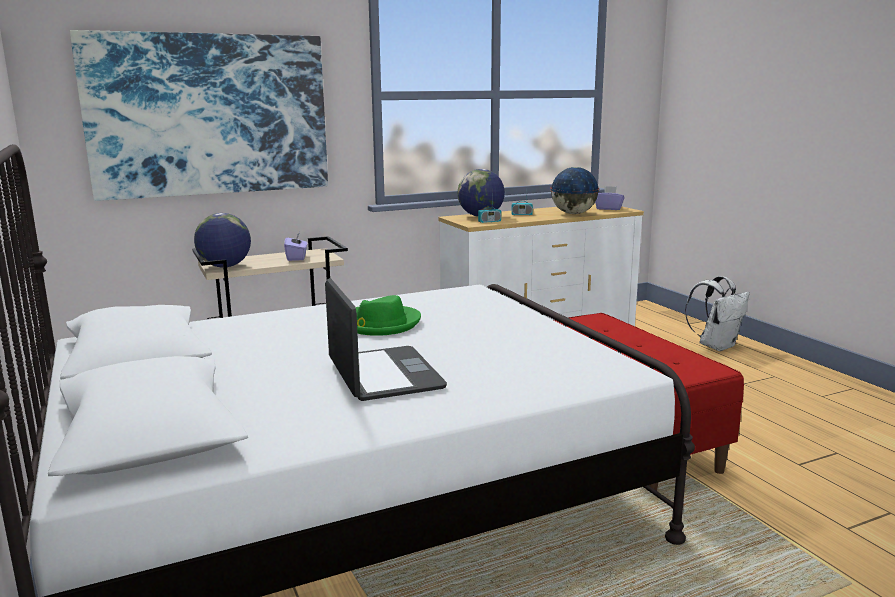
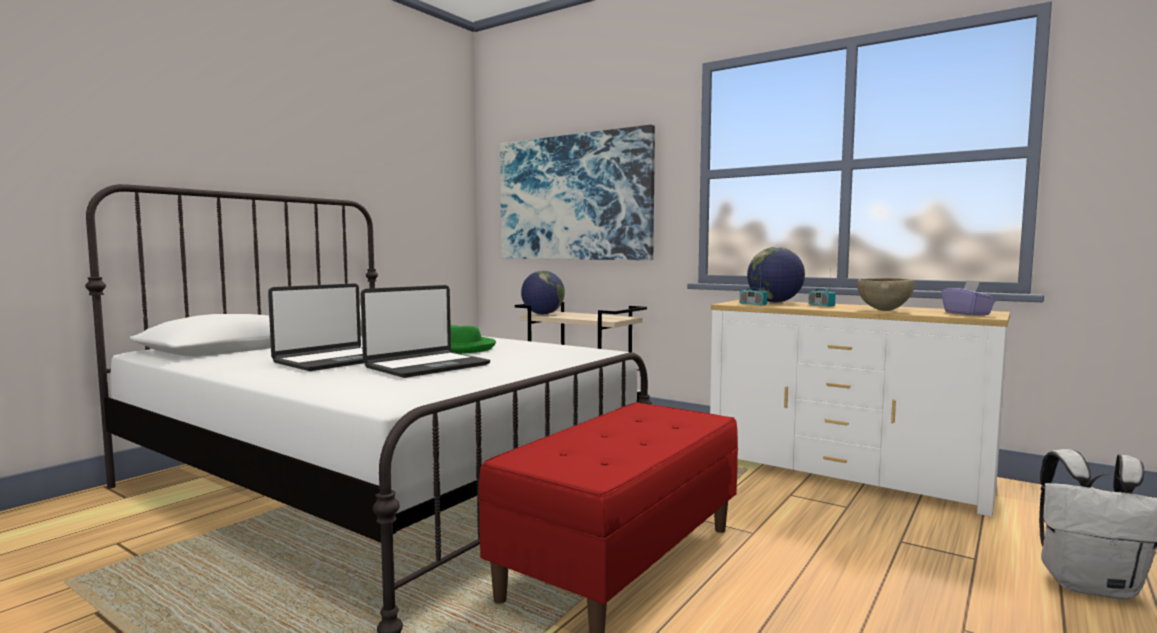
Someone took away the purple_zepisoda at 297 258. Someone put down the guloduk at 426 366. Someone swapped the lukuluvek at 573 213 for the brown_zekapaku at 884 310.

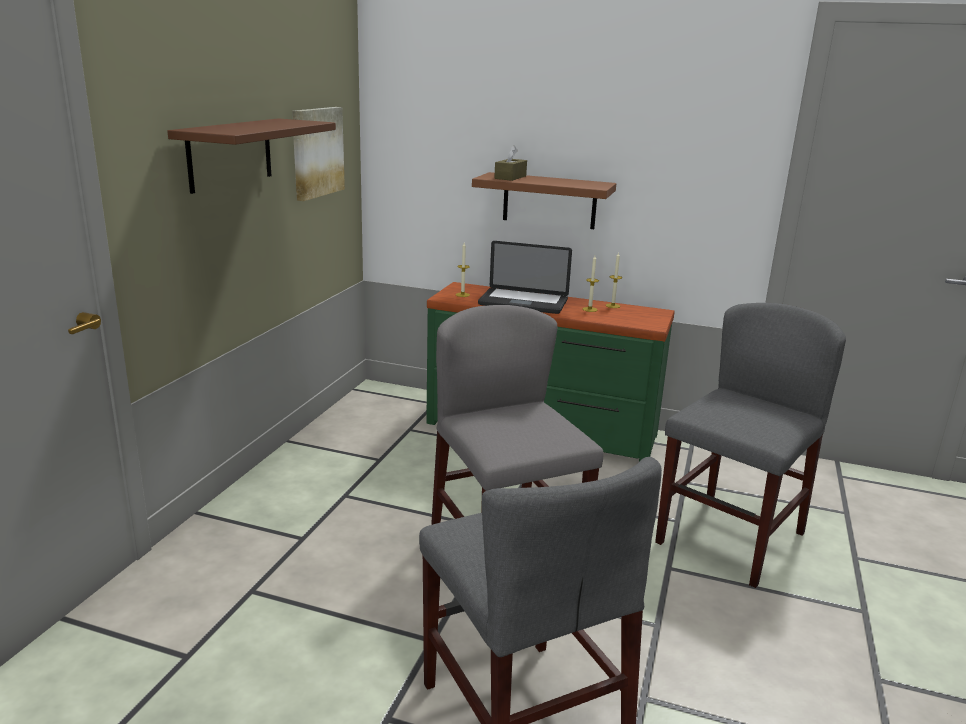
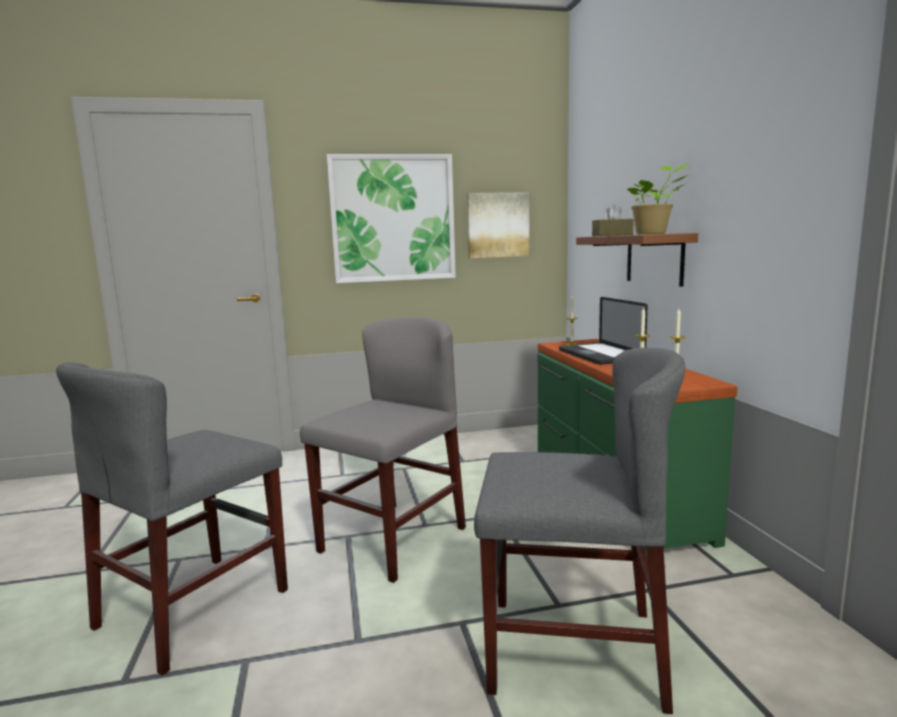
Someone put down the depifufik at 653 233. Someone swapped the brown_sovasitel at 230 154 for the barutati at 393 218.

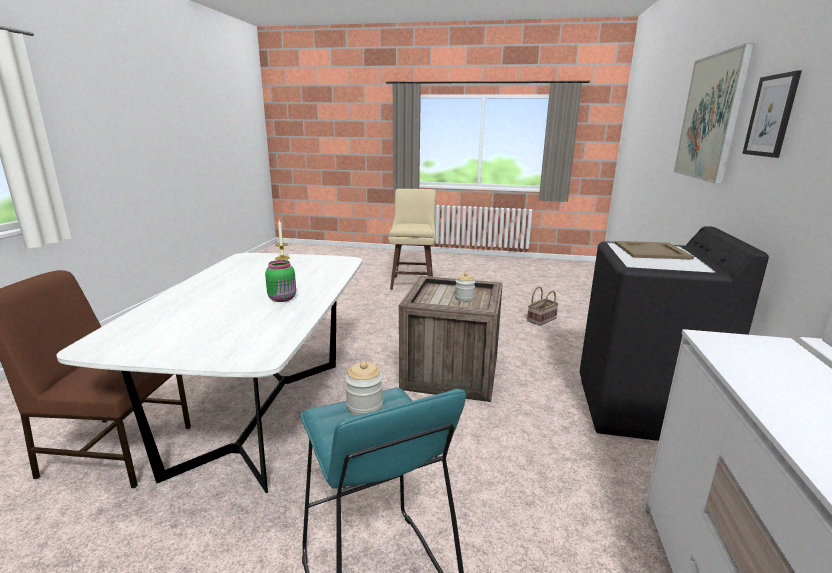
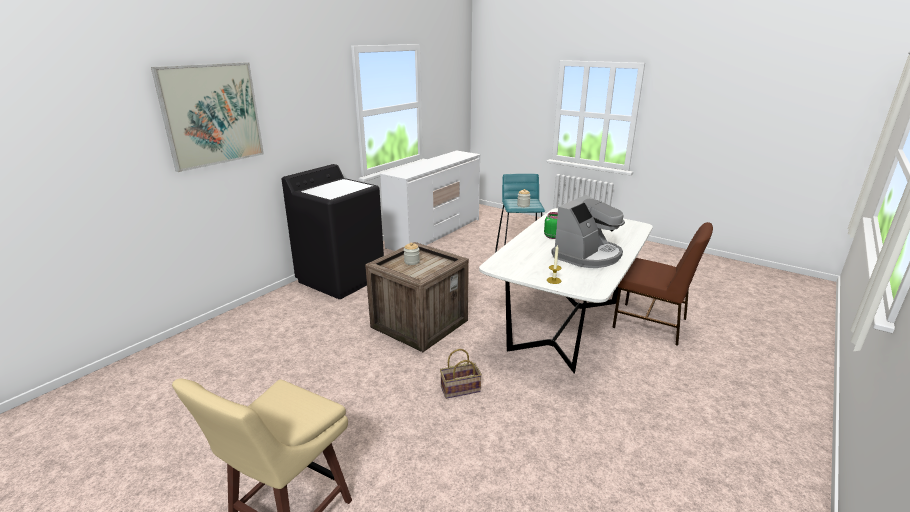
Someone took away the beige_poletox at 651 251. Someone took away the barutati at 771 116. Someone put down the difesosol at 587 255. Someone carried the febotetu from 541 319 to 459 390.

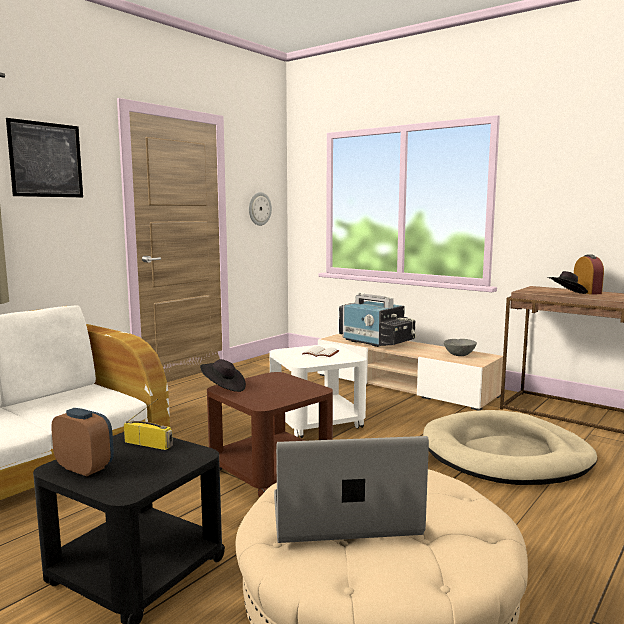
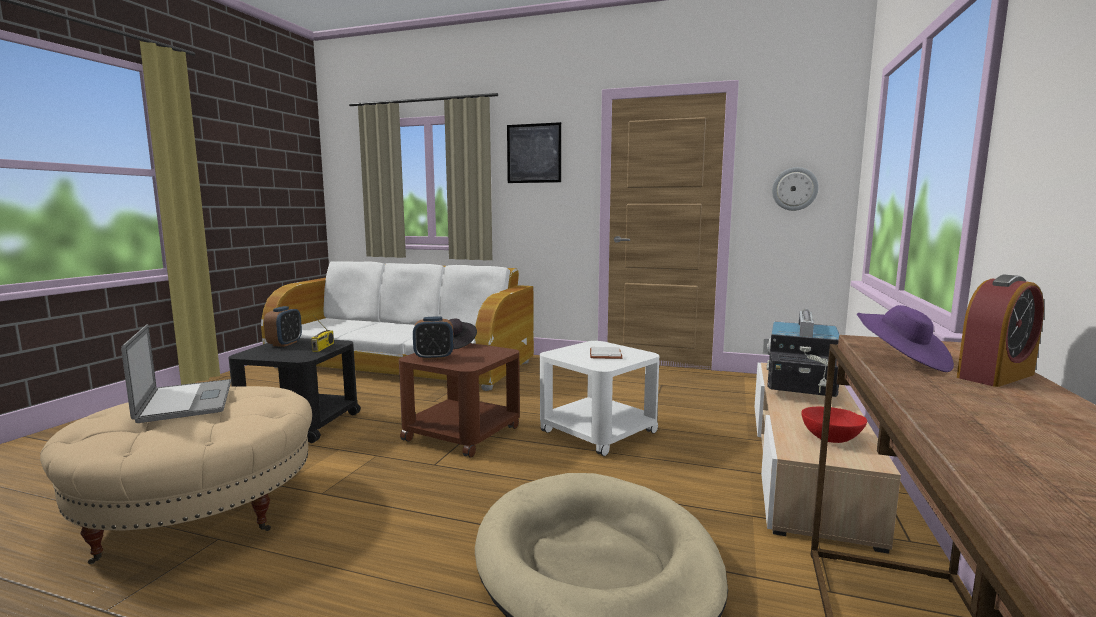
Someone put down the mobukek at 434 357. Someone repainted the grey_zekapaku at 459 354, which became the red_zekapaku at 831 438. Someone repainted the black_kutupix at 566 294, which became the purple_kutupix at 901 361.

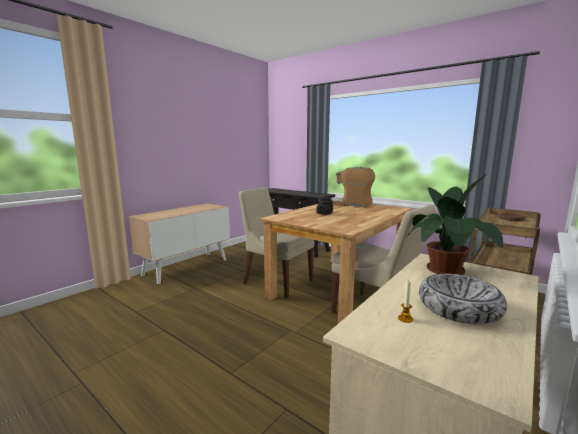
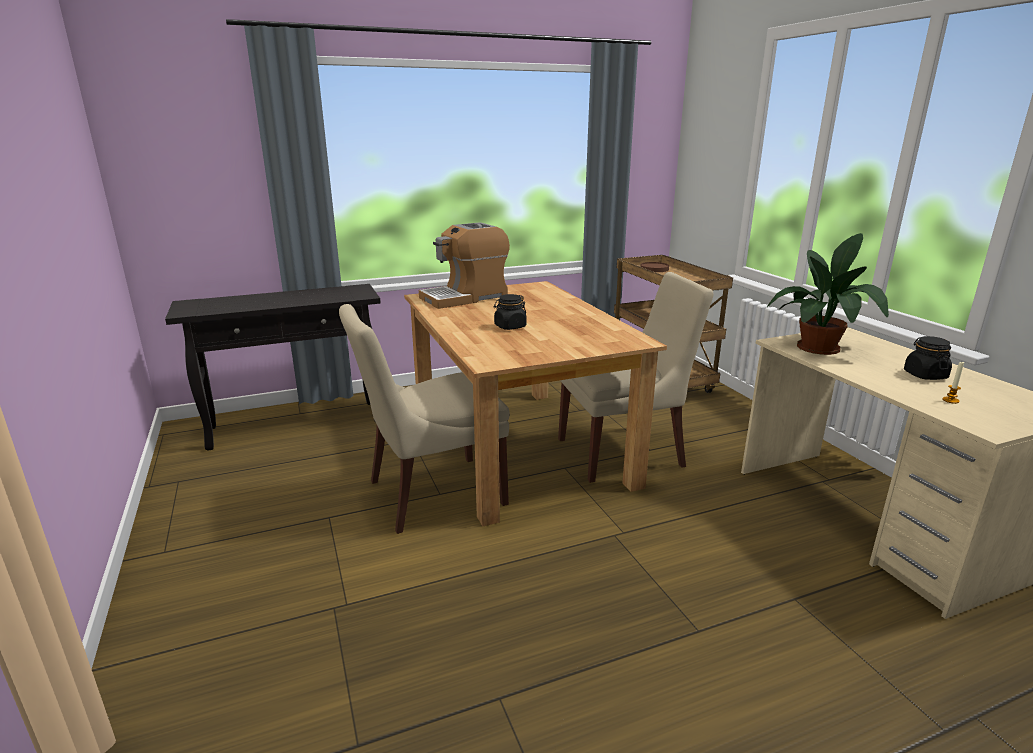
Someone took away the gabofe at 186 267. Someone swapped the zekapaku at 459 308 for the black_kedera at 924 375.

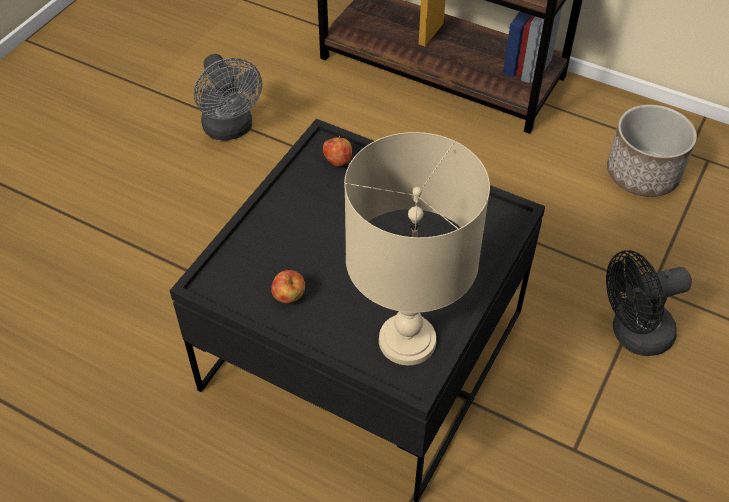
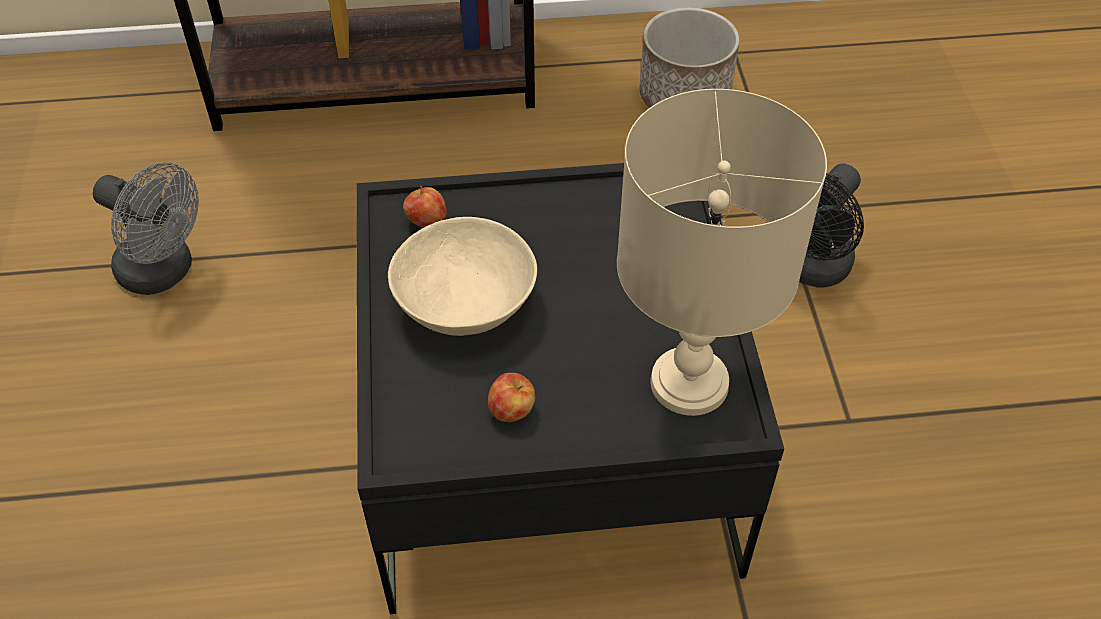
Someone put down the beige_zekapaku at 466 305.

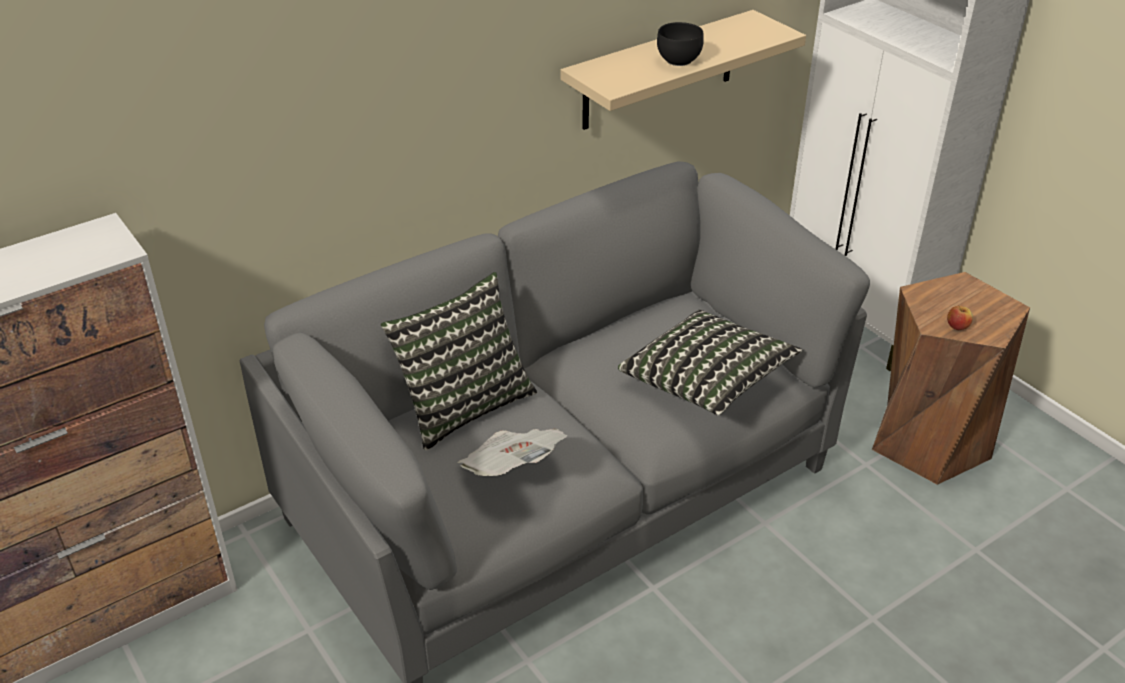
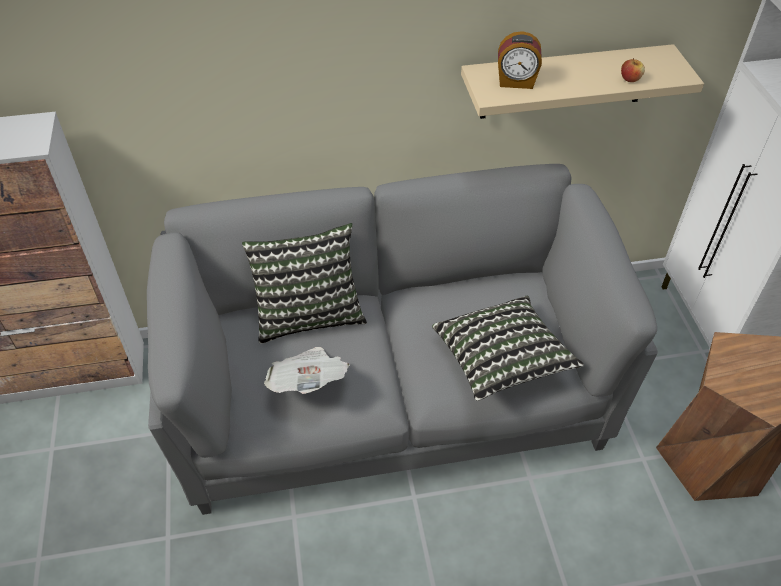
Someone took away the black_zekapaku at 679 60. Someone put down the mobukek at 516 82. Someone carried the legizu from 957 326 to 630 79.

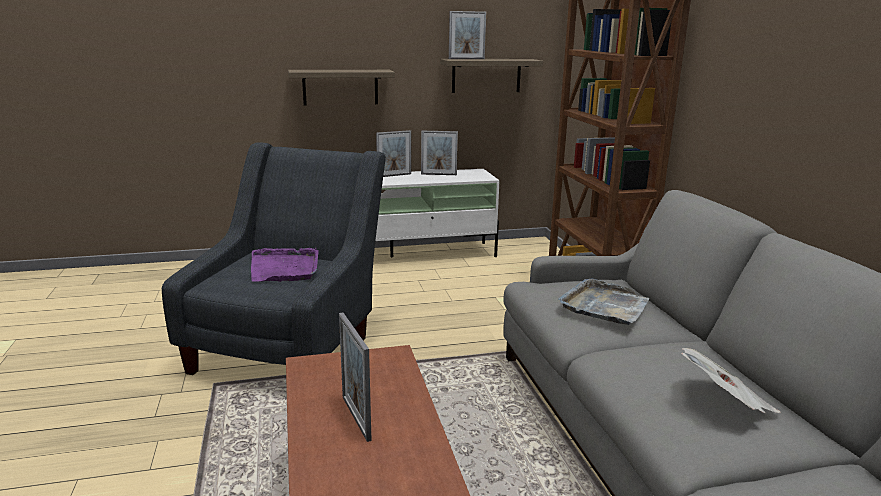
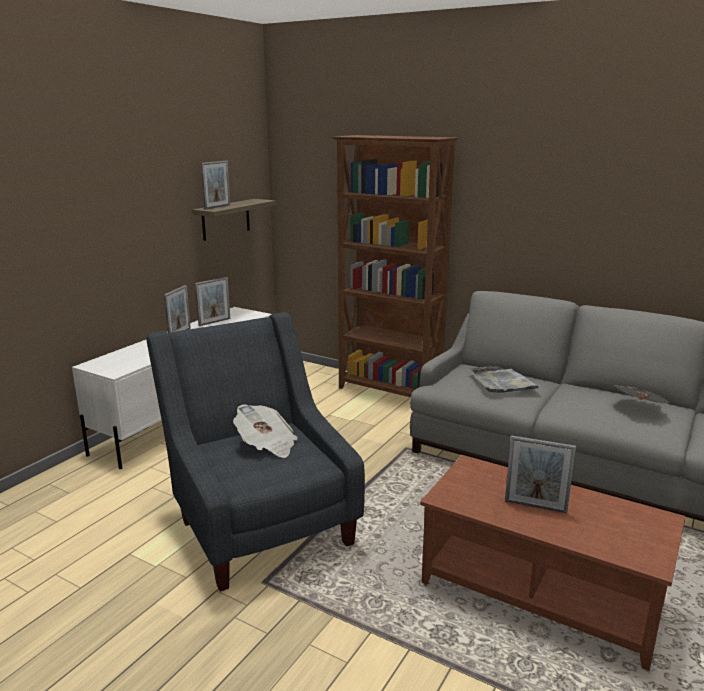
Someone took away the sovasitel at 340 87. Someone swapped the purple_poletox at 284 268 for the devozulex at 267 445.

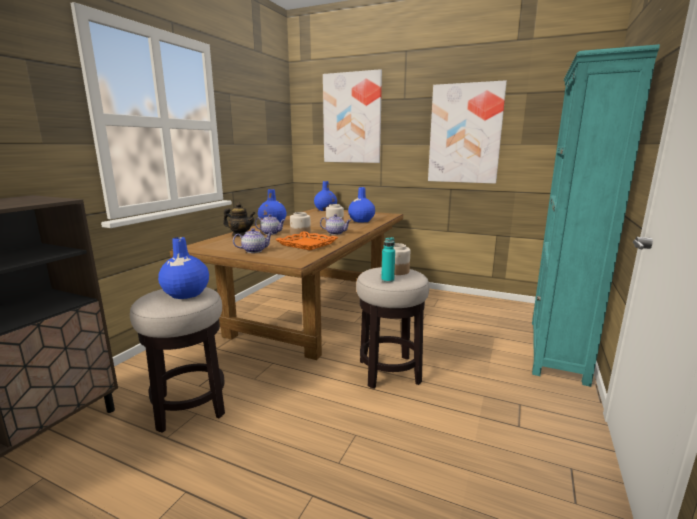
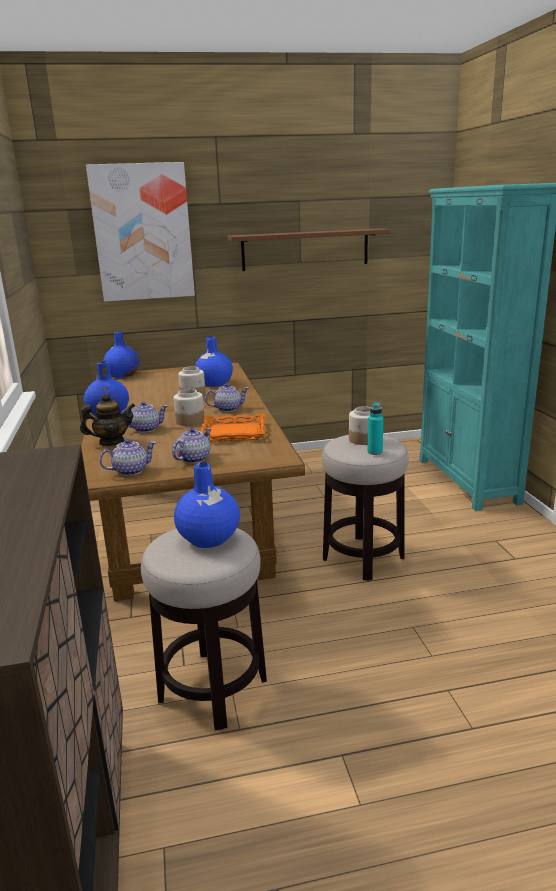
Someone put down the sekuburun at 131 470. Someone swapped the barutati at 465 134 for the brown_sovasitel at 305 249.

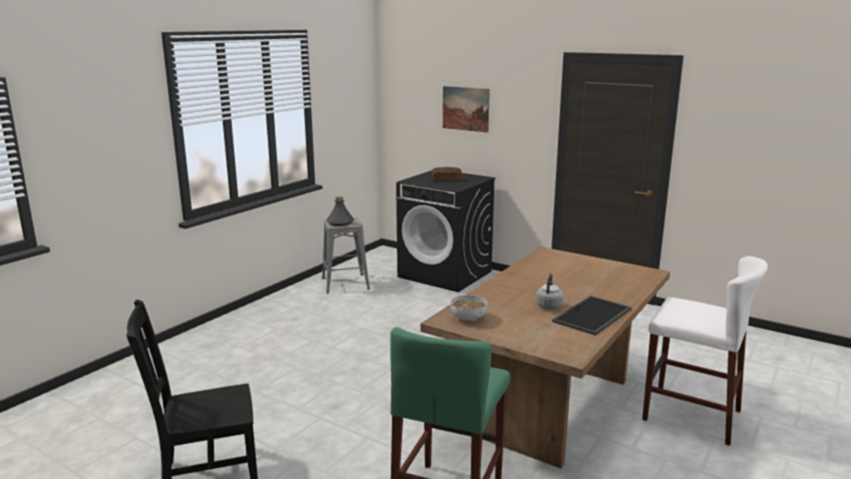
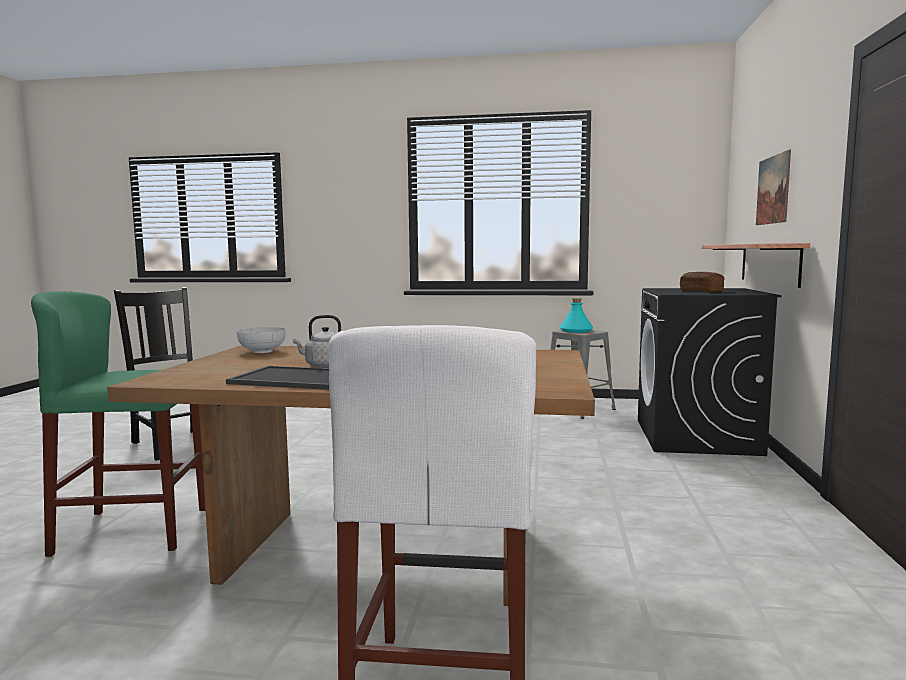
Someone put up the sovasitel at 769 263. Someone repainted the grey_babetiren at 340 222, which became the turquoise_babetiren at 576 331.

